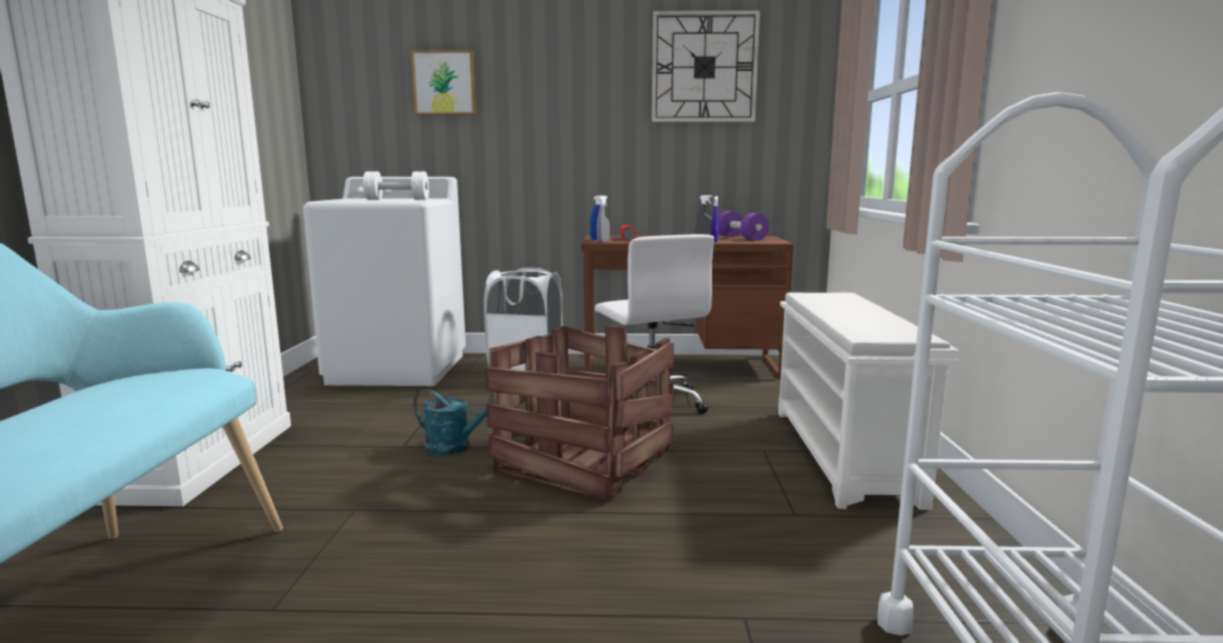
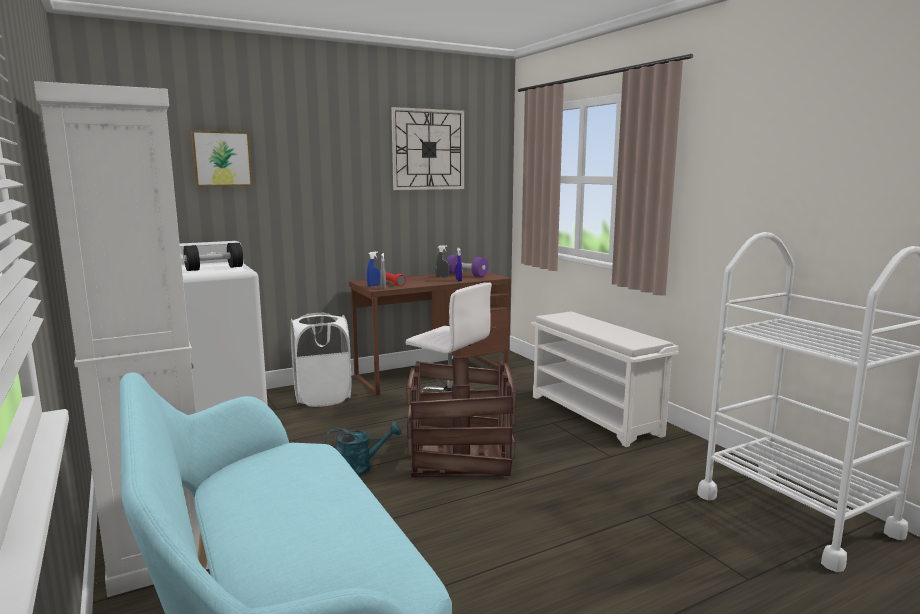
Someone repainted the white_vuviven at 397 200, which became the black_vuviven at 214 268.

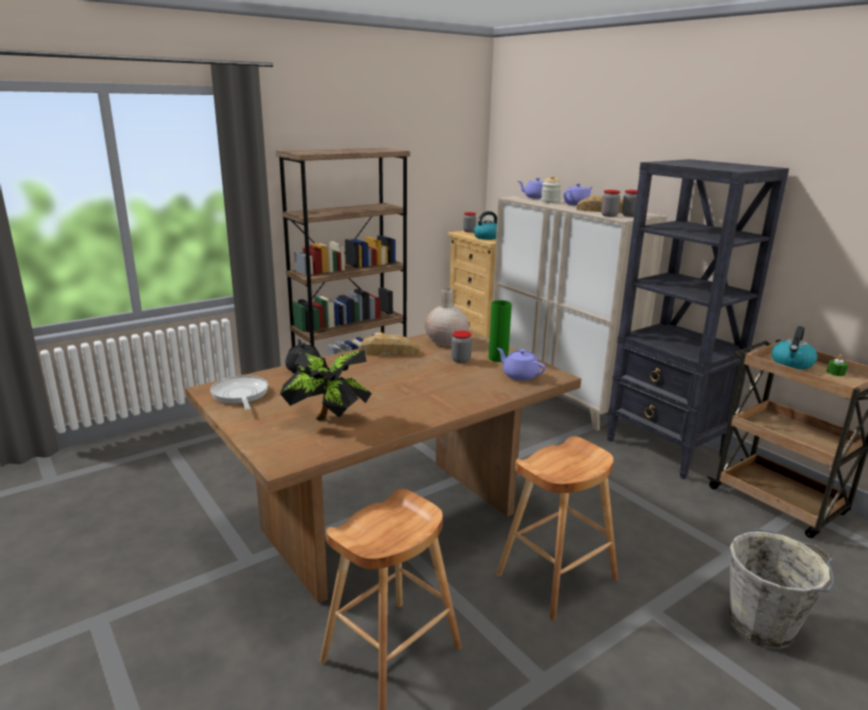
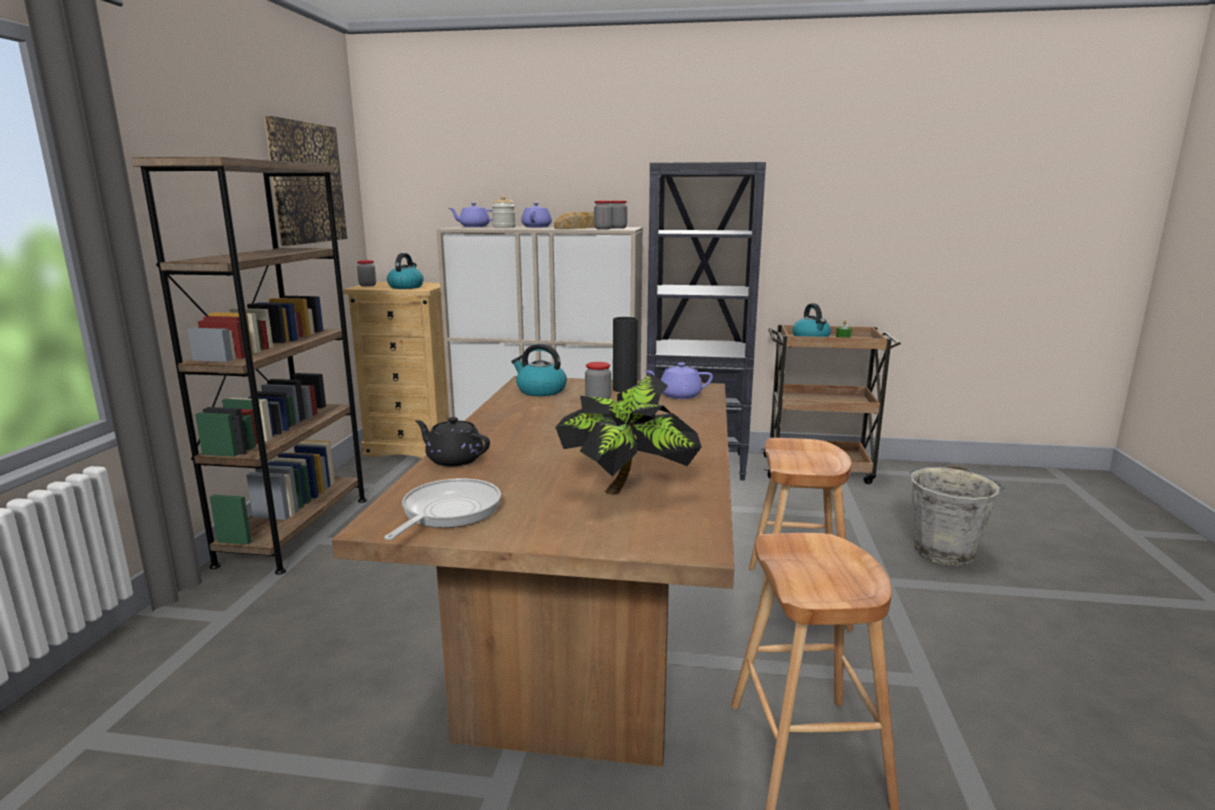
Someone took away the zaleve at 388 352. Someone put up the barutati at 306 183. Someone swapped the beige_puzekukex at 446 341 for the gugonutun at 540 391. Someone repainted the green_puzekukex at 498 358, which became the black_puzekukex at 624 389. Someone rotated the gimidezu at 240 395 by 90 degrees clockwise.

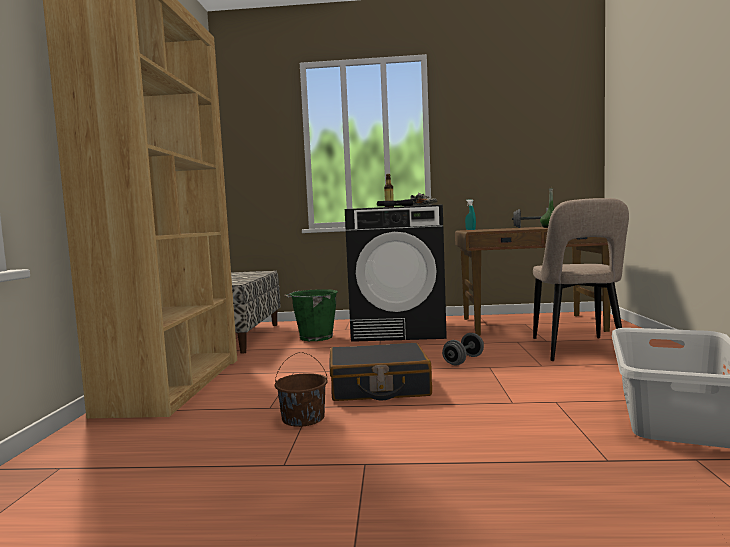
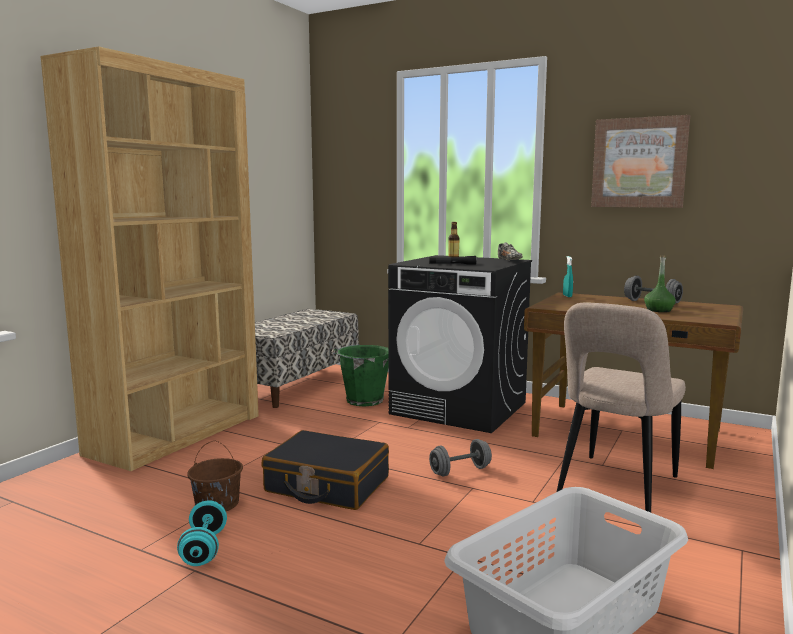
Someone put down the turquoise_vuviven at 204 549. Someone put up the barutati at 639 163.

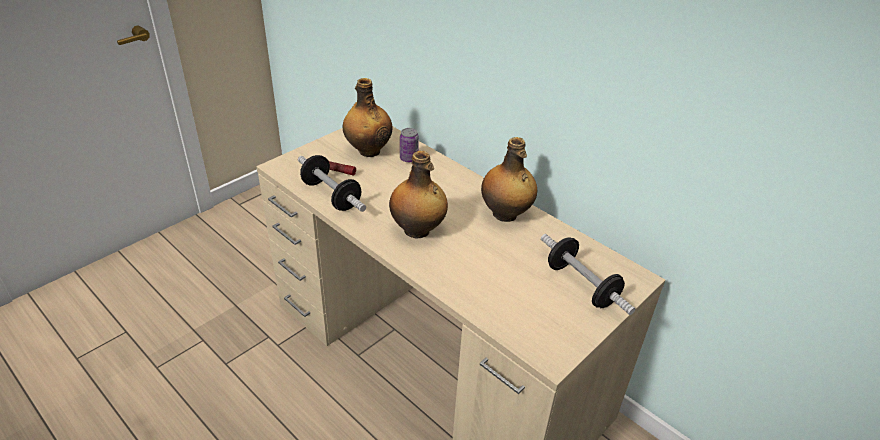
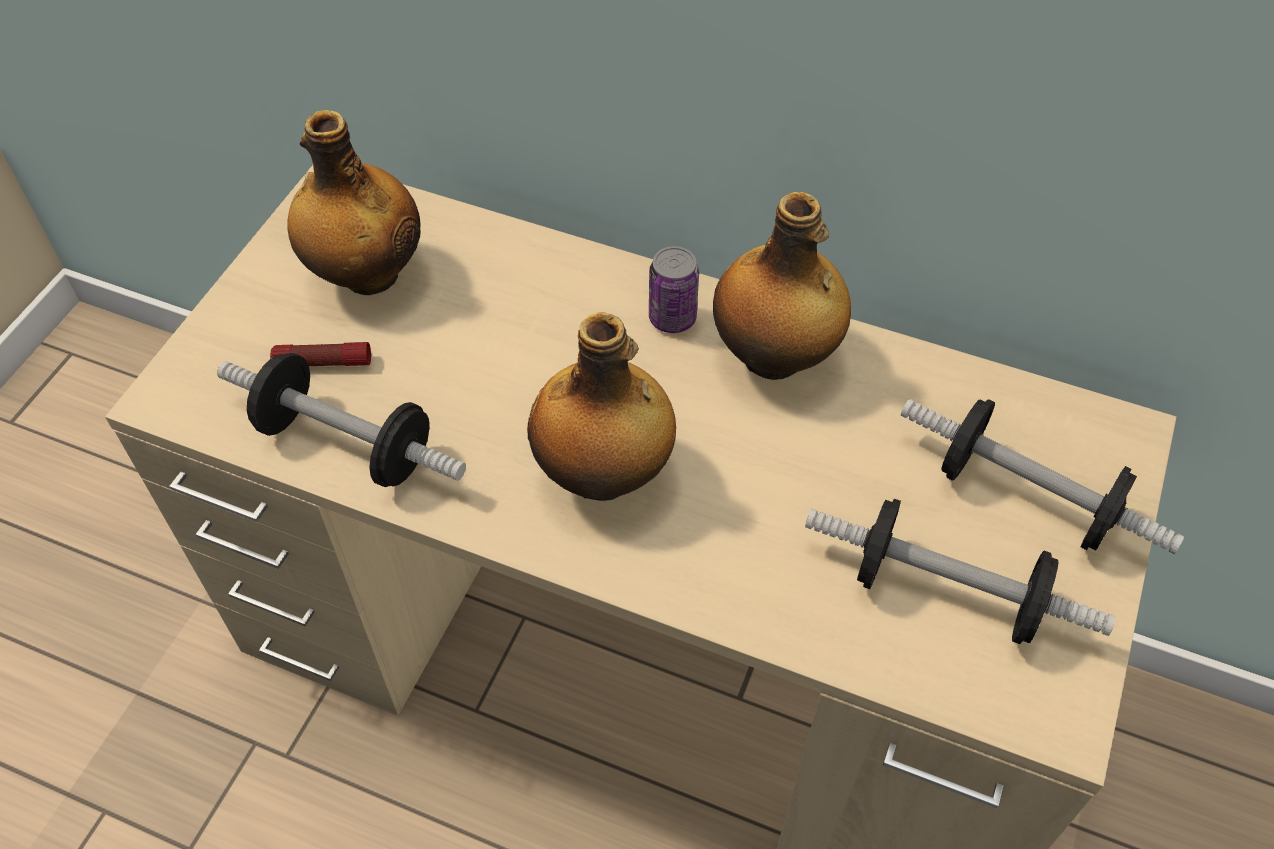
Someone put down the vuviven at 946 593. Someone carried the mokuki from 409 158 to 672 318.

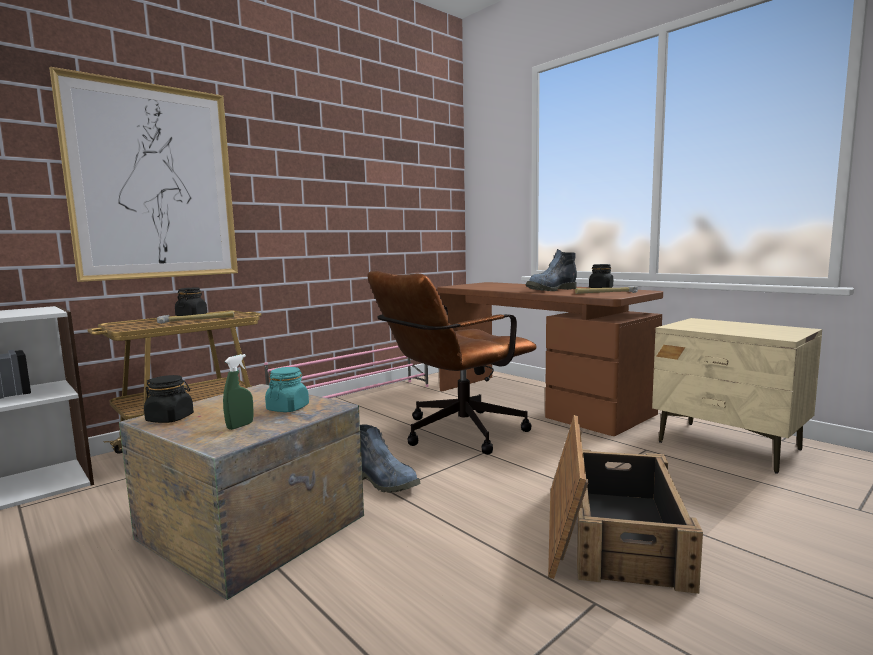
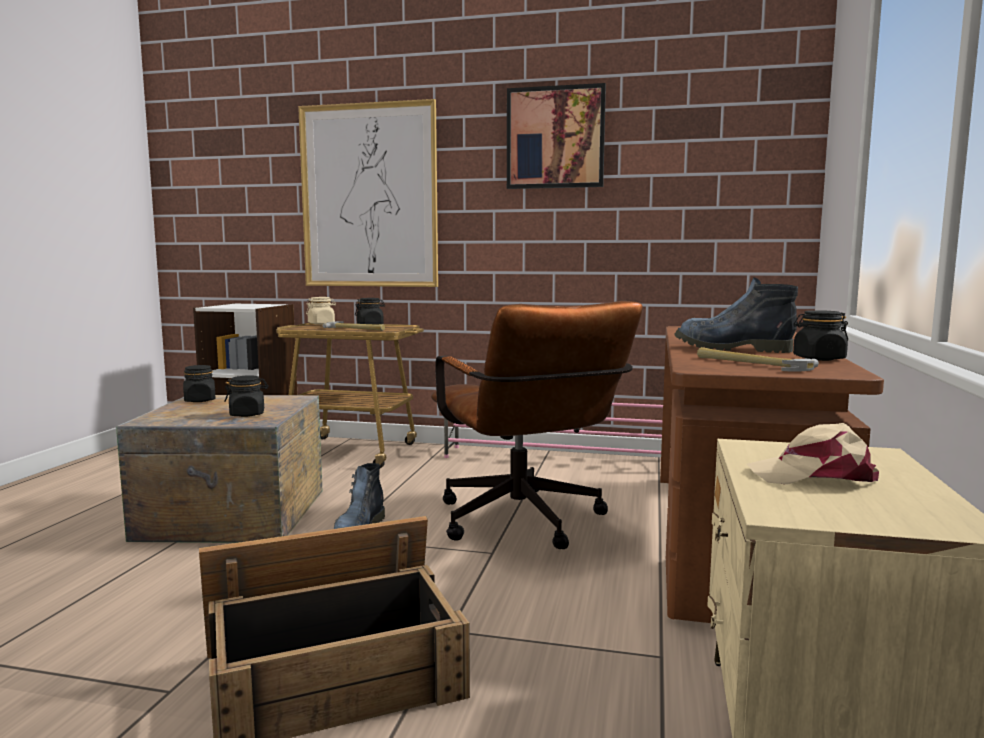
Someone took away the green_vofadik at 240 426. Someone put down the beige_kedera at 321 323. Someone put up the barutati at 555 138. Someone put down the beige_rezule at 814 476. Someone repainted the turquoise_kedera at 288 408, which became the black_kedera at 247 414. Someone rotated the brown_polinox at 453 434 by 135 degrees counterclockwise.

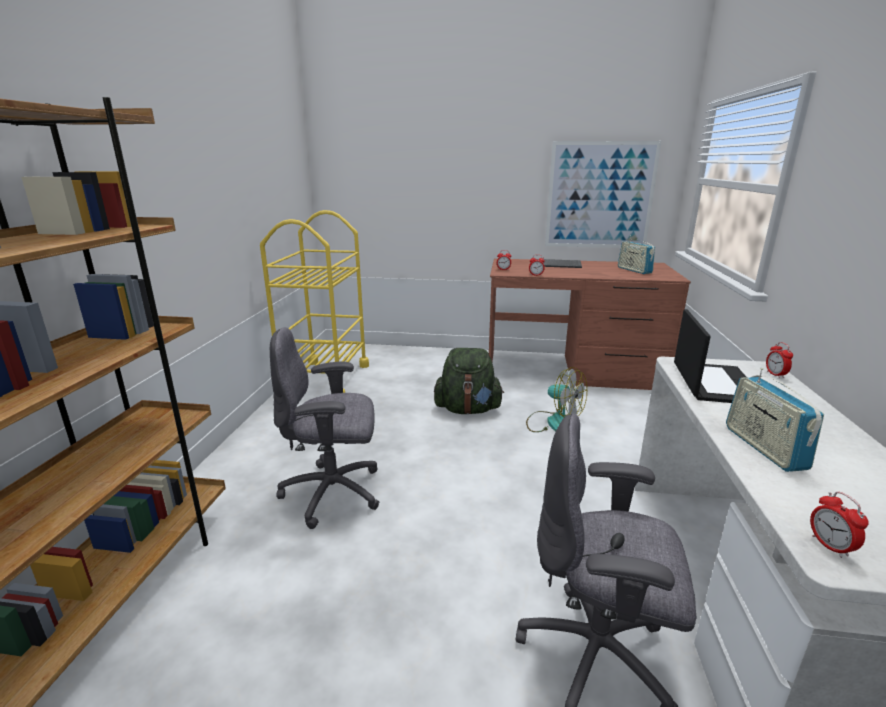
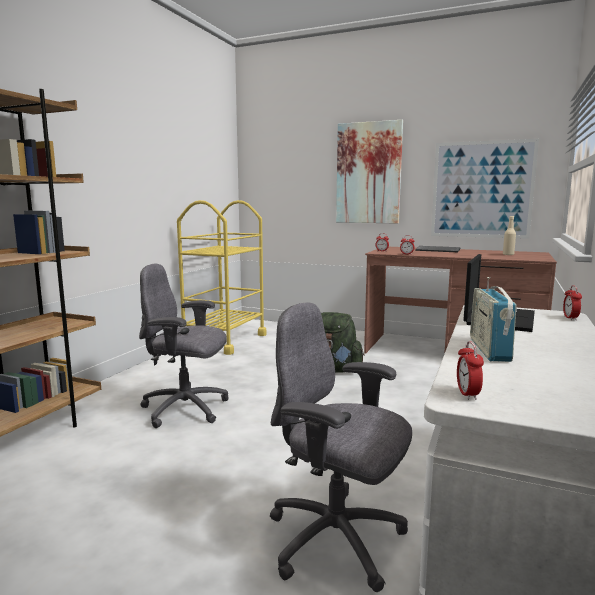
Someone took away the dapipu at 554 423. Someone put up the barutati at 368 173. Someone swapped the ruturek at 634 270 for the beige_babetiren at 508 255.

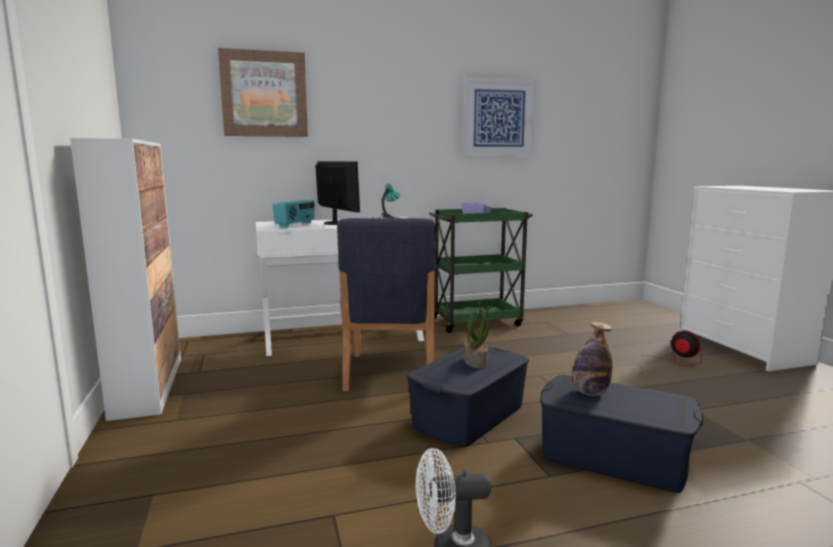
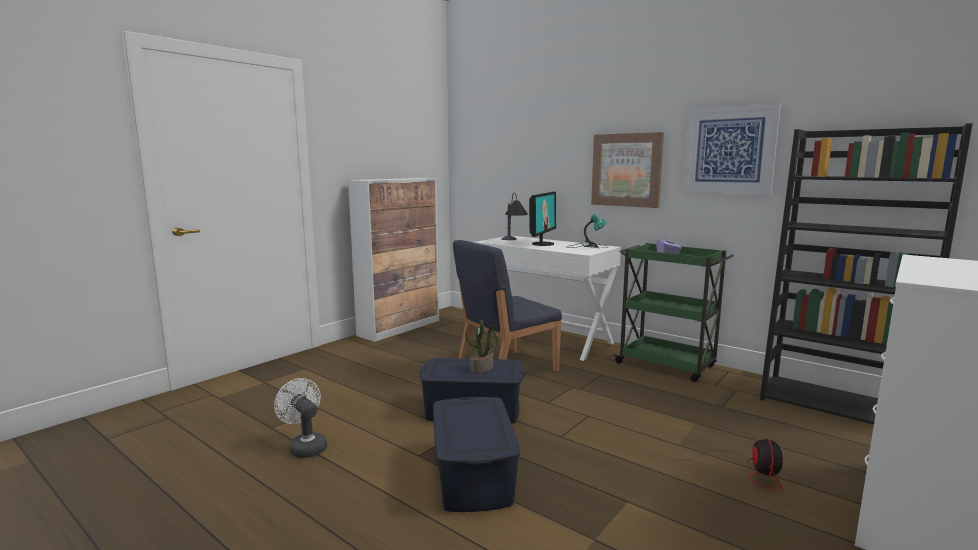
Someone took away the babetiren at 590 393. Someone put down the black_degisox at 839 405. Someone carried the barutati from 264 94 to 626 170. Someone swapped the ruturek at 296 225 for the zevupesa at 513 241.

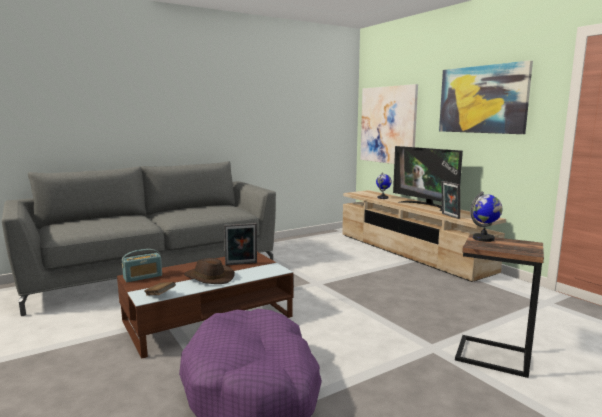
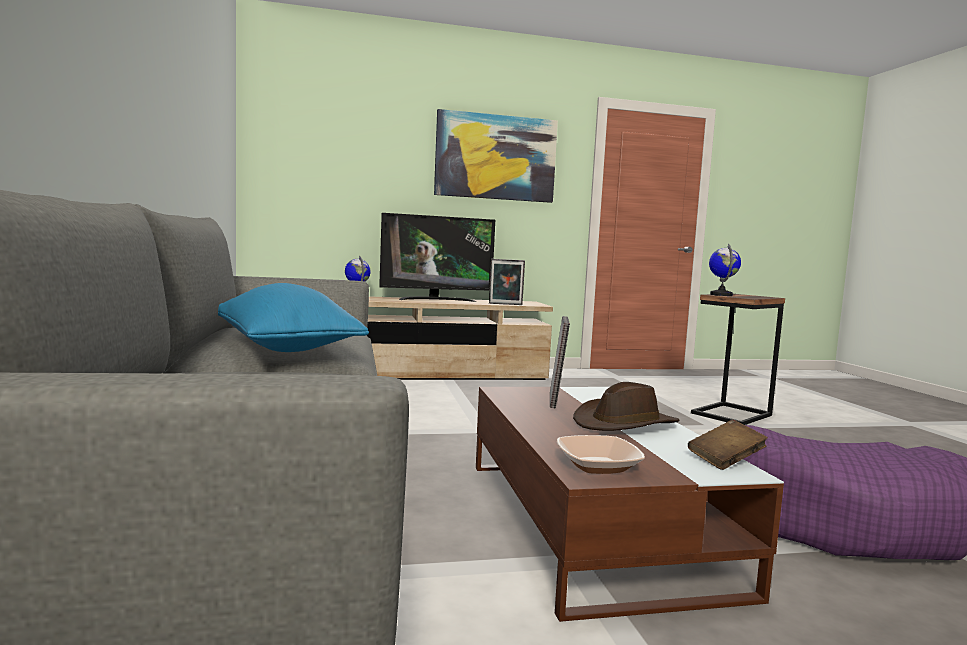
Someone took away the barutati at 388 125. Someone put down the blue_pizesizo at 282 348. Someone swapped the ruturek at 143 277 for the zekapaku at 598 465.

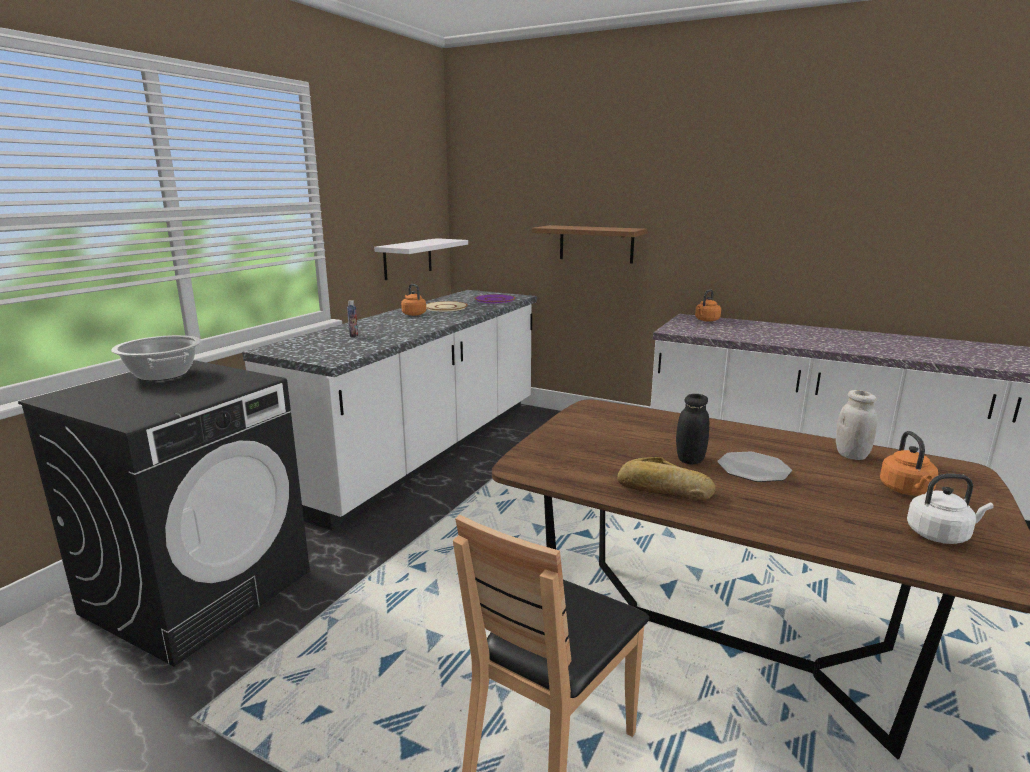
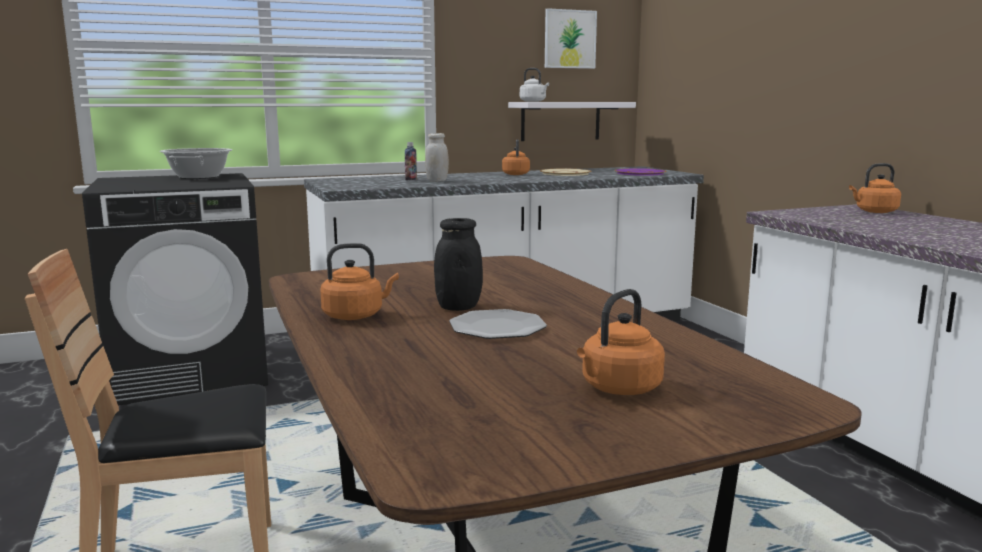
Someone took away the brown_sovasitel at 596 244. Someone put up the barutati at 570 39. Someone carried the white_kedera from 851 455 to 437 181. Someone carried the white_gugonutun from 940 535 to 534 101. Someone swapped the zaleve at 663 490 for the orange_gugonutun at 356 315.

